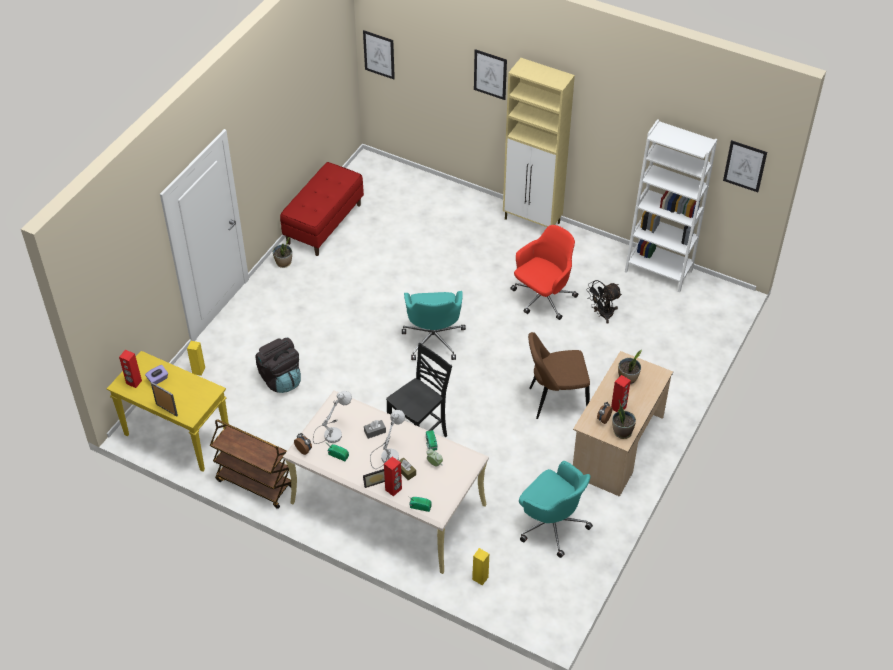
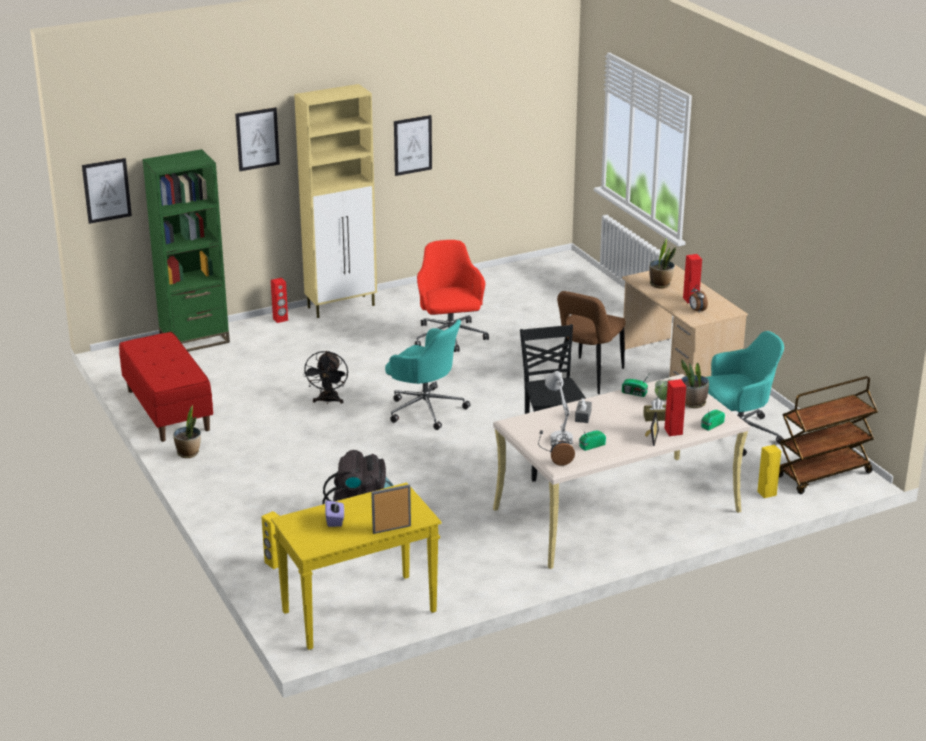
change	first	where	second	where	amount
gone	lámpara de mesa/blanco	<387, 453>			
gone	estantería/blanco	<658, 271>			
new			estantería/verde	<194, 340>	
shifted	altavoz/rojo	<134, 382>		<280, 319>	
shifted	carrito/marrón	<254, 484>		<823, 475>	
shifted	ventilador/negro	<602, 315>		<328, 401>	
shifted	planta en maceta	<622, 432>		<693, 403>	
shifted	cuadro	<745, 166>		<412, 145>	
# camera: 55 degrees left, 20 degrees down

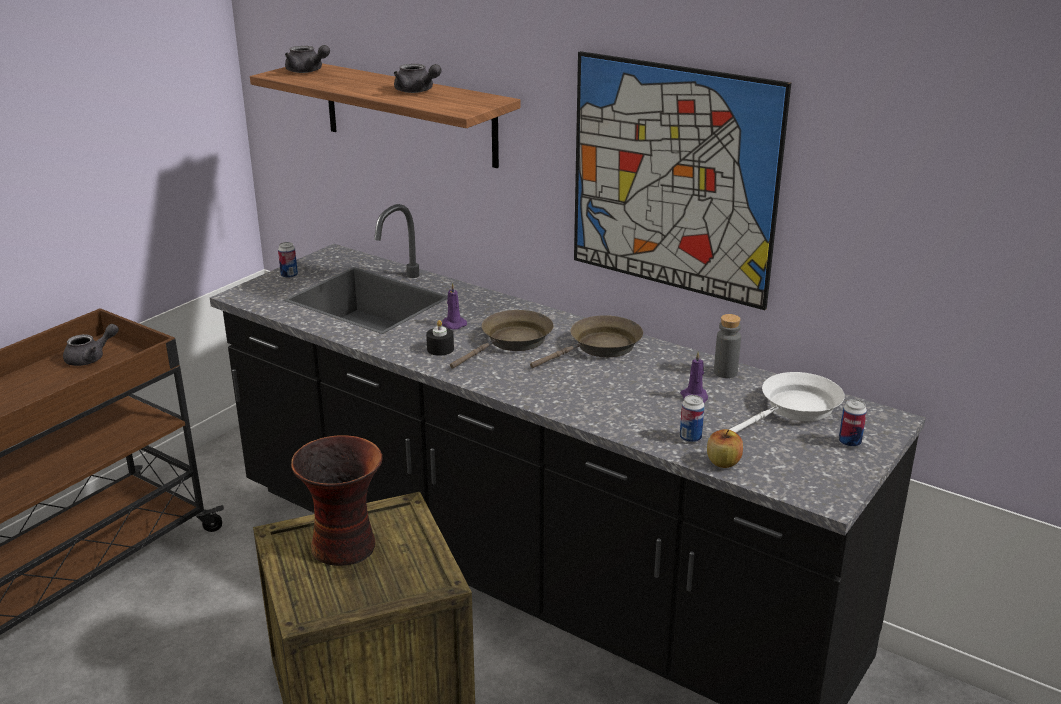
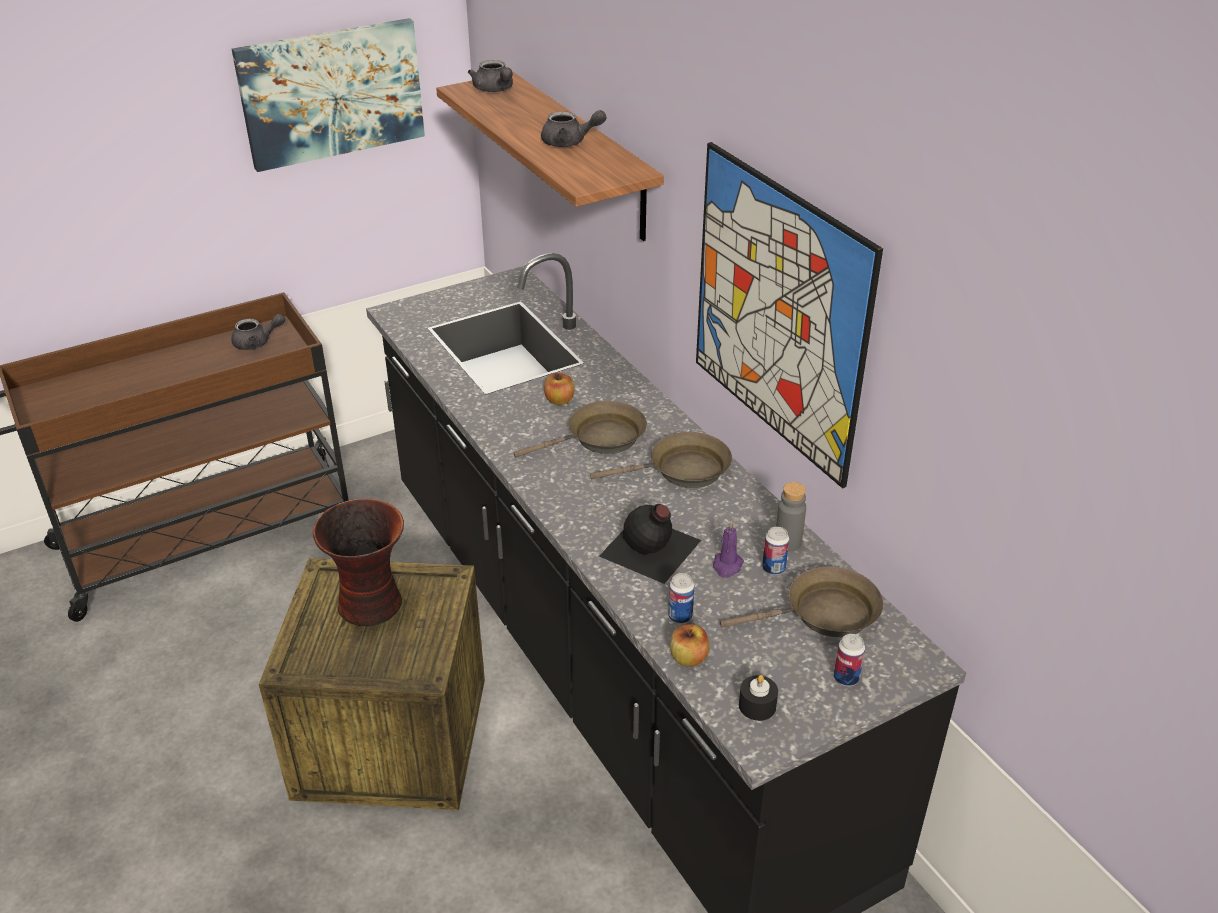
change	first	where	second	where	amount
new			cuadro	<331, 93>	
new			botella/negro	<650, 549>	
shifted	lata	<289, 276>		<773, 568>	
shifted	vela/negro	<440, 349>		<757, 706>	
swapped	vela/morado	<453, 324>	manzana	<559, 400>	
repainted	sartén/blanco	<795, 409>	sartén/marrón	<824, 614>	
rotated	tetera/gris	<417, 91>		<569, 142>	60 degrees counterclockwise
# camera: 25 degrees right, 10 degrees up

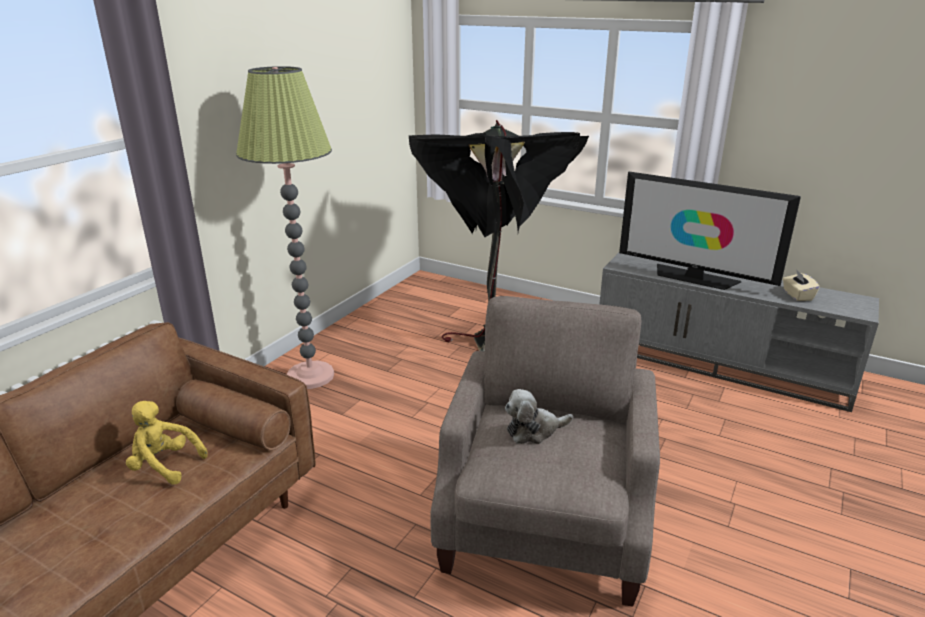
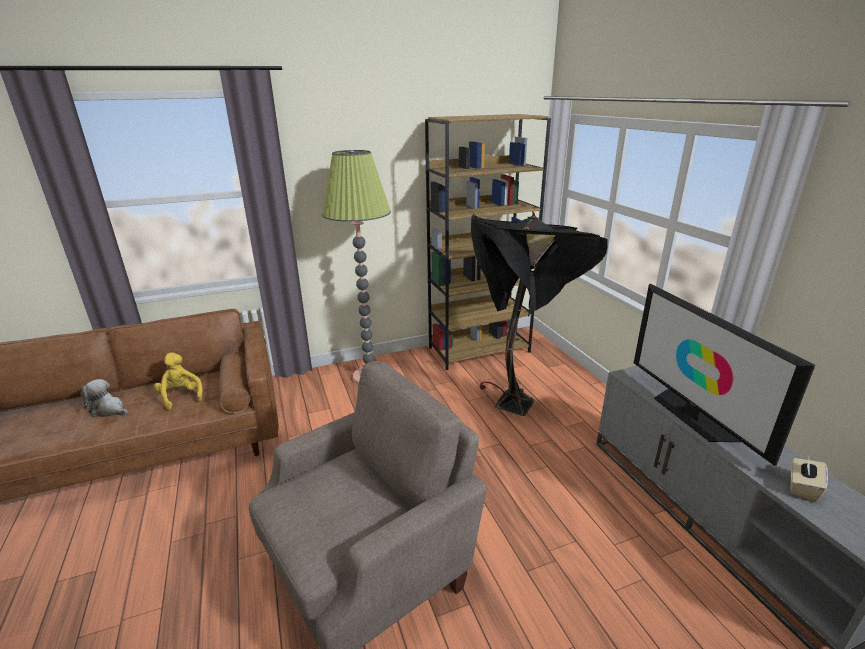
change	first	where	second	where	amount
new			estantería/marrón	<479, 349>	
shifted	peluche	<534, 430>		<108, 410>	
# camera: 40 degrees right, 0 degrees up

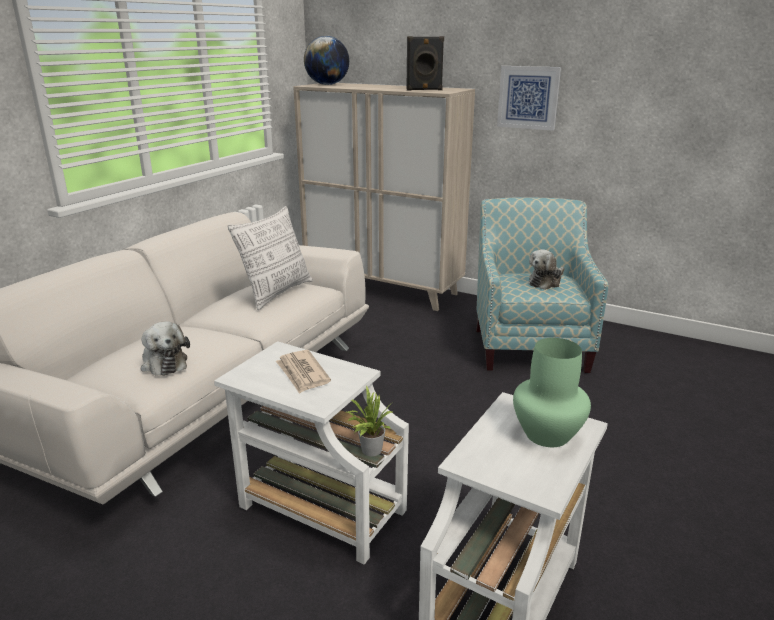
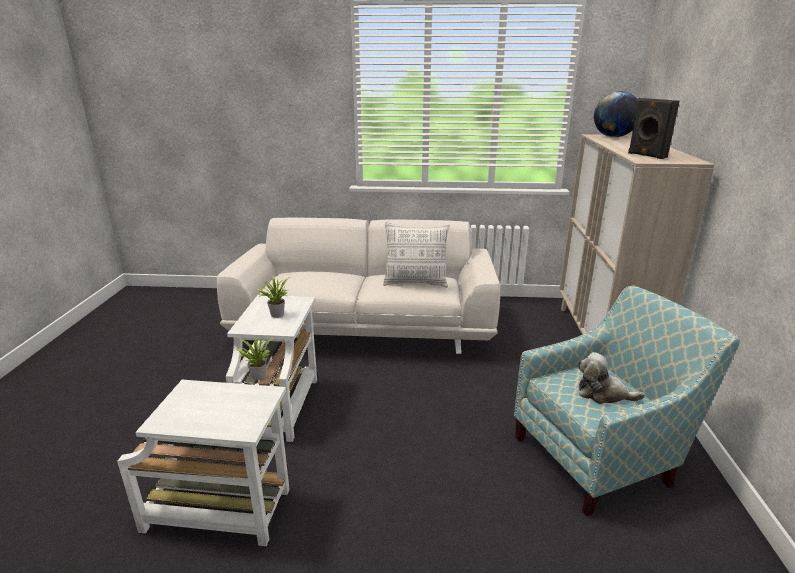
change	first	where	second	where	amount
gone	peluche	<163, 362>			
gone	cuadro	<528, 97>			
gone	florero/verde	<548, 434>			
swapped	periódico	<302, 374>	planta en maceta	<276, 314>	
# camera: 65 degrees right, 0 degrees up

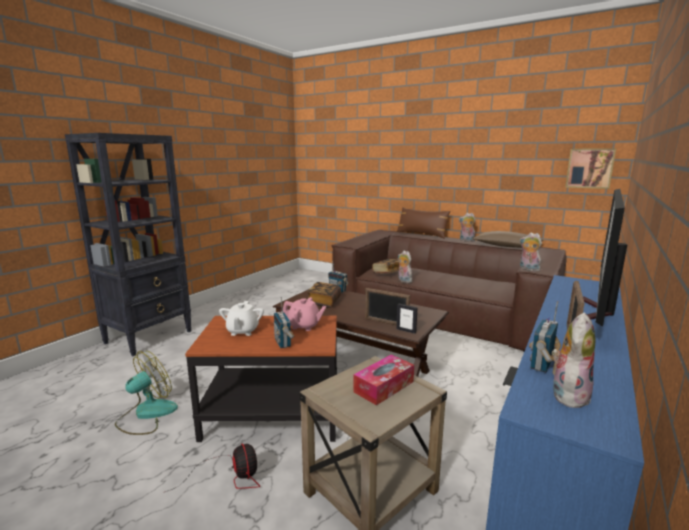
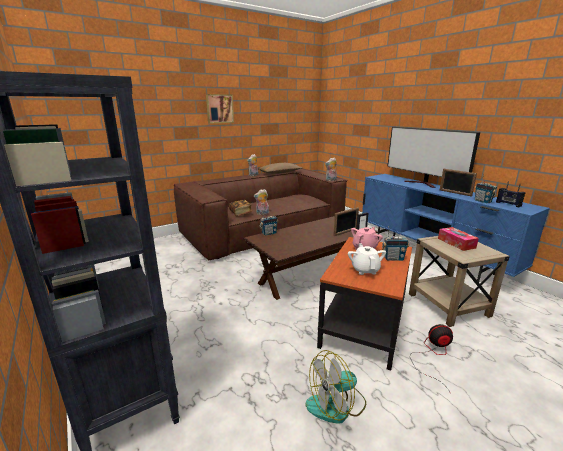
change	first	where	second	where	amount
gone	libro	<324, 302>			
gone	cojín/marrón	<421, 234>			
shifted	cuadro	<589, 168>		<219, 108>	
swapped	peluche	<568, 394>	radio	<508, 204>	
rotated	ventilador	<146, 414>		<336, 405>	90 degrees counterclockwise
rotated	tetera/blanco	<242, 331>		<365, 270>	120 degrees counterclockwise
# camera: 65 degrees left, 5 degrees up

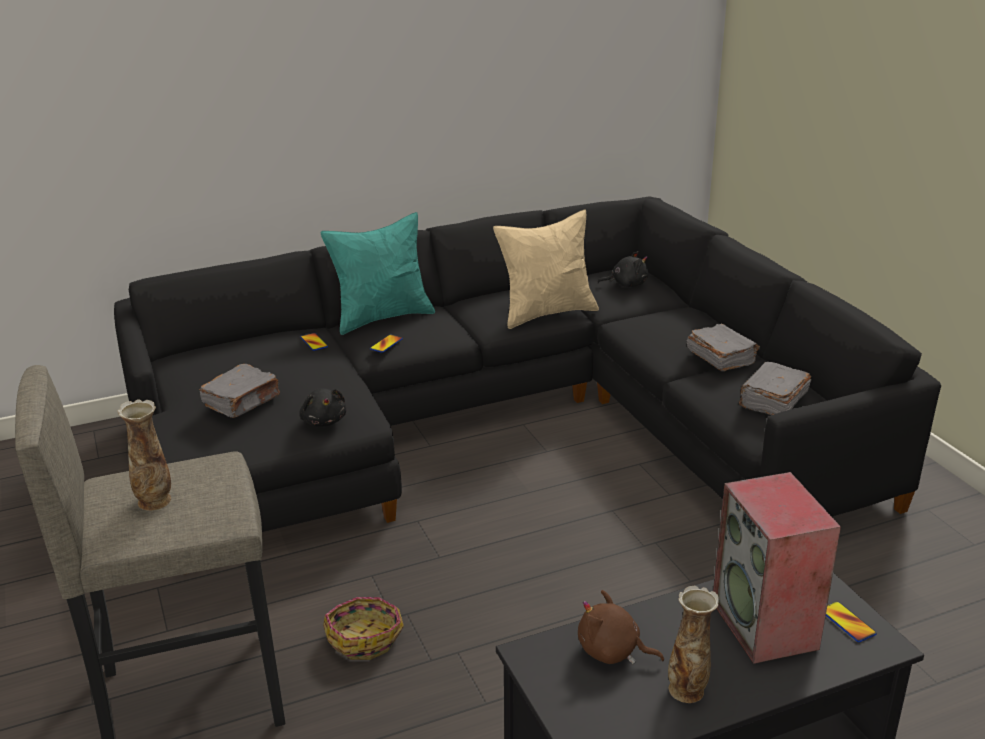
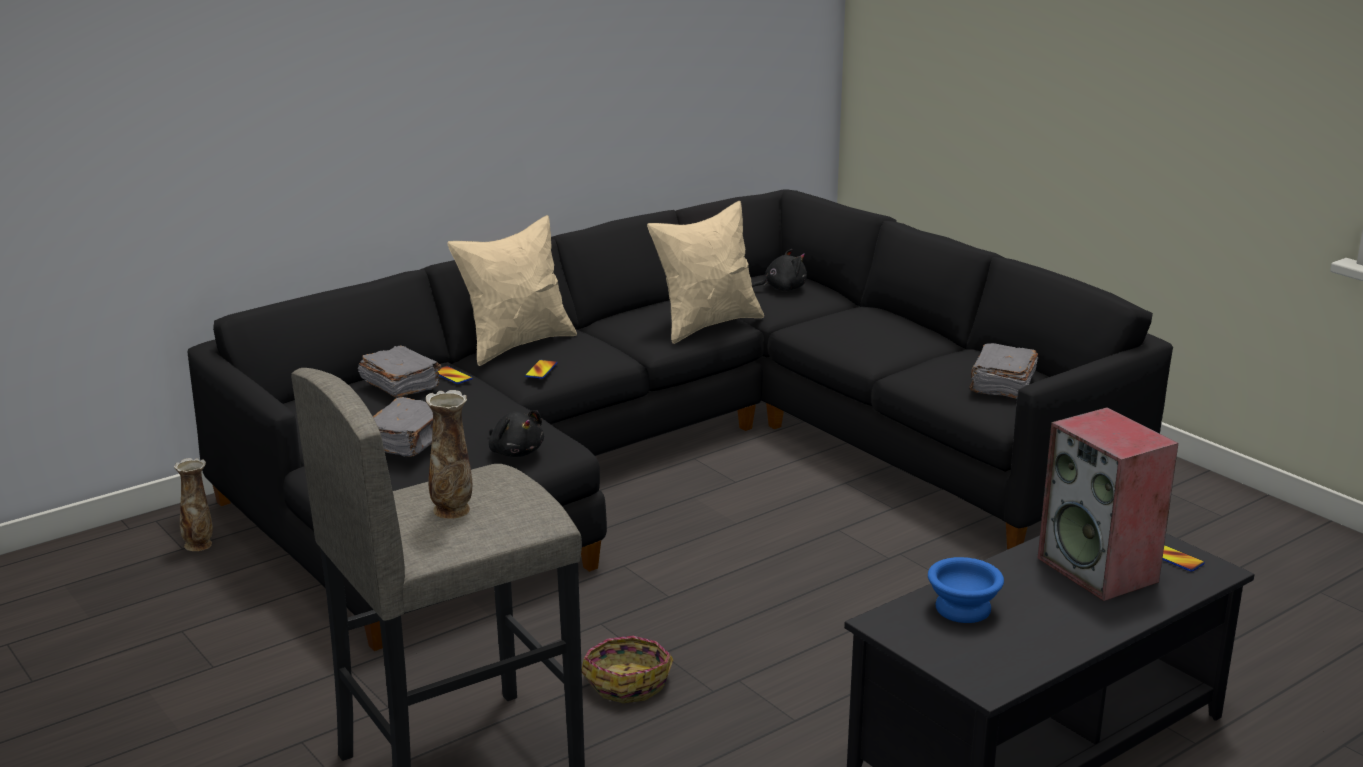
change	first	where	second	where	amount
shifted	florero	<687, 690>		<199, 545>	
shifted	libro/gris	<720, 358>		<400, 385>	
swapped	peluche/marrón	<612, 652>	cuenco/azul	<964, 610>	
repainted	cojín/turquesa	<382, 317>	cojín/beis	<516, 345>	
# camera: 15 degrees left, 5 degrees down

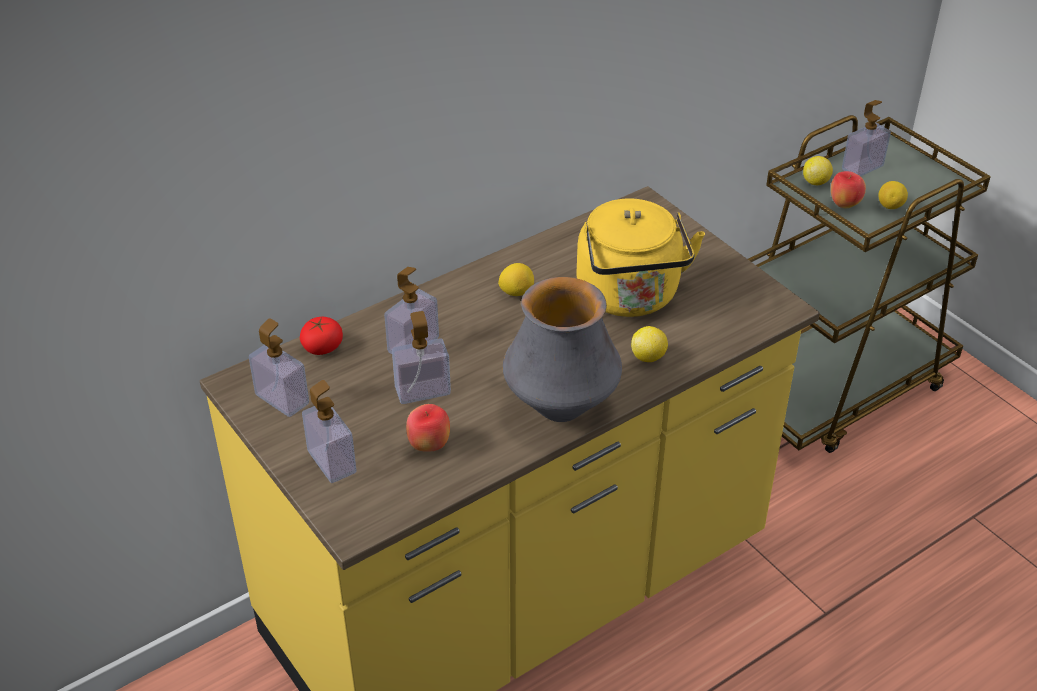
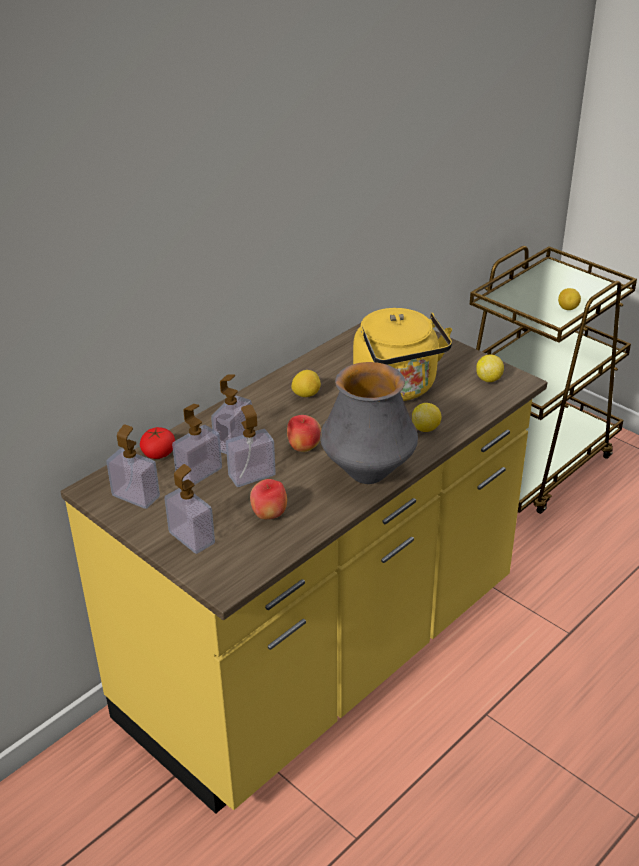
change	first	where	second	where	amount
shifted	limón	<815, 182>		<489, 379>	
shifted	manzana	<844, 205>		<303, 448>	
shifted	dispensador de jabón	<862, 167>		<199, 473>	
# camera: 10 degrees left, 5 degrees down

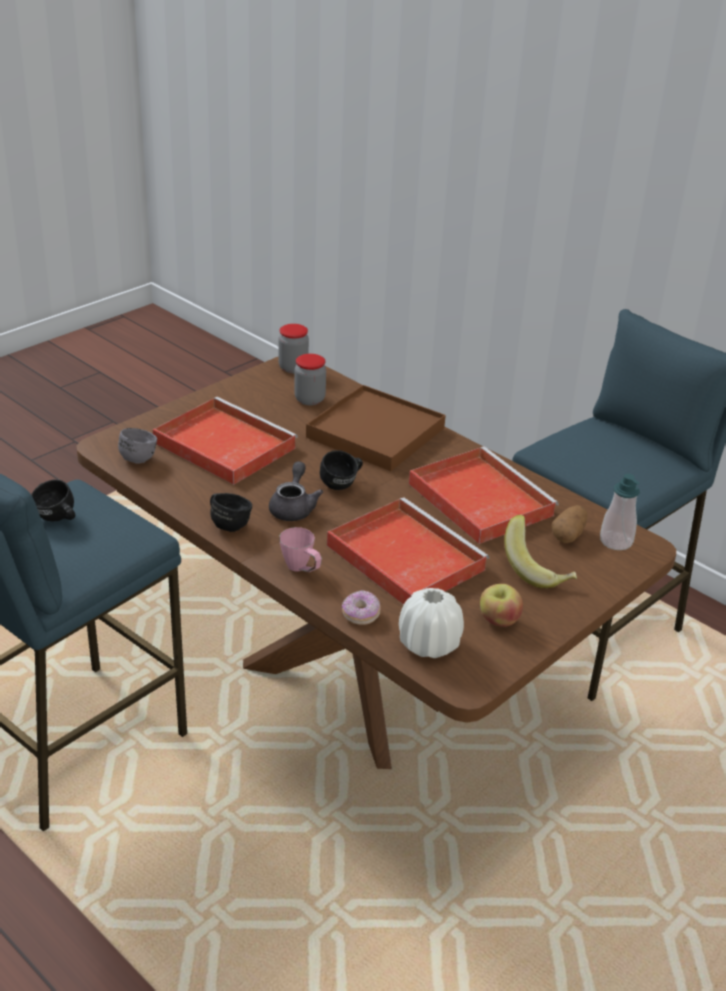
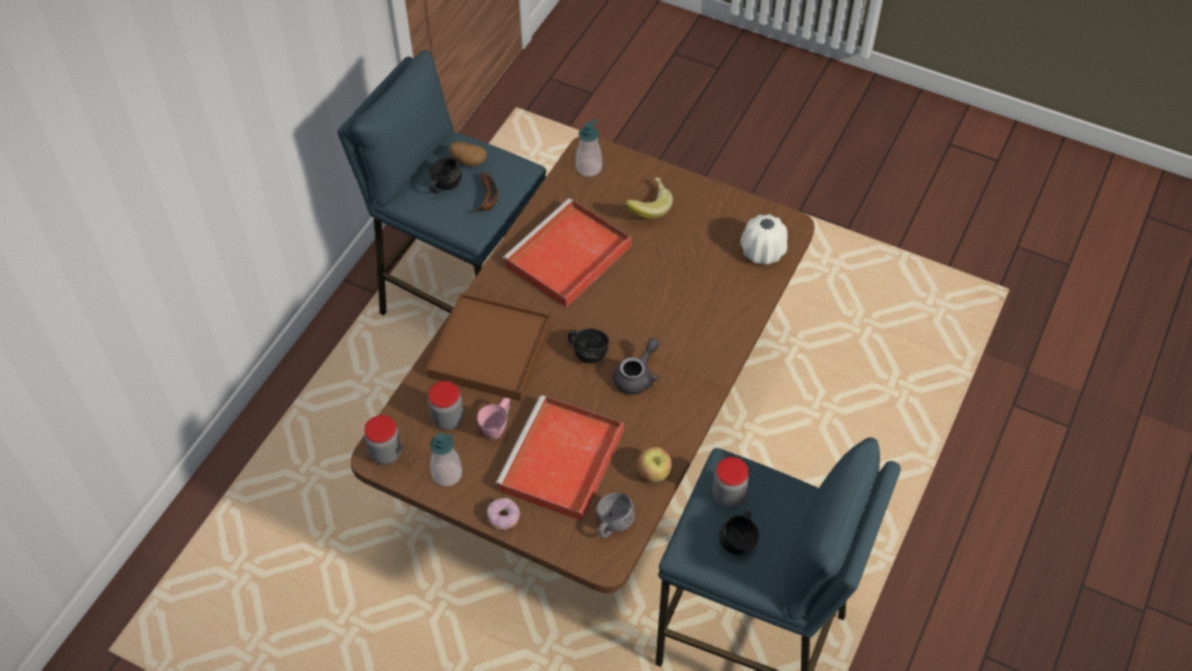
change	first	where	second	where	amount
gone	bandeja/rojo	<402, 556>			
new			dispensador de jabón	<447, 474>	
new			plátano	<487, 198>	
new			tarro	<728, 495>	
shifted	taza grande/negro	<229, 523>		<443, 186>	
shifted	taza grande/rosa	<302, 570>		<498, 427>	
shifted	rosquilla	<360, 615>		<503, 517>	
shifted	manzana	<498, 620>		<654, 473>	
shifted	patata	<568, 535>		<468, 161>	
rotated	tetera/gris	<293, 507>		<637, 376>	135 degrees clockwise
# camera: 105 degrees left, 20 degrees up

